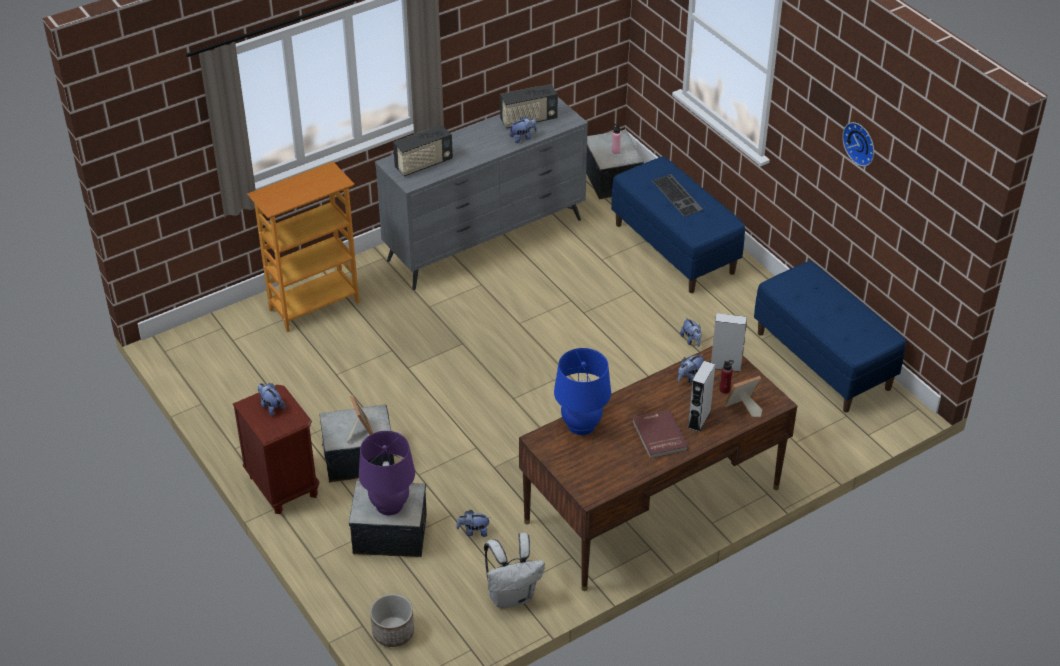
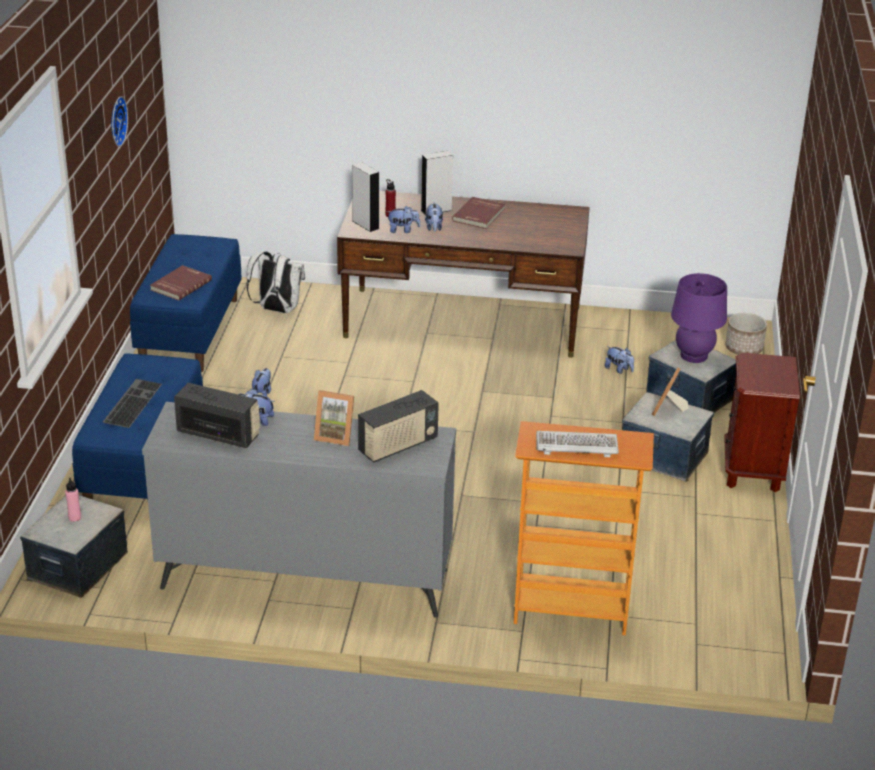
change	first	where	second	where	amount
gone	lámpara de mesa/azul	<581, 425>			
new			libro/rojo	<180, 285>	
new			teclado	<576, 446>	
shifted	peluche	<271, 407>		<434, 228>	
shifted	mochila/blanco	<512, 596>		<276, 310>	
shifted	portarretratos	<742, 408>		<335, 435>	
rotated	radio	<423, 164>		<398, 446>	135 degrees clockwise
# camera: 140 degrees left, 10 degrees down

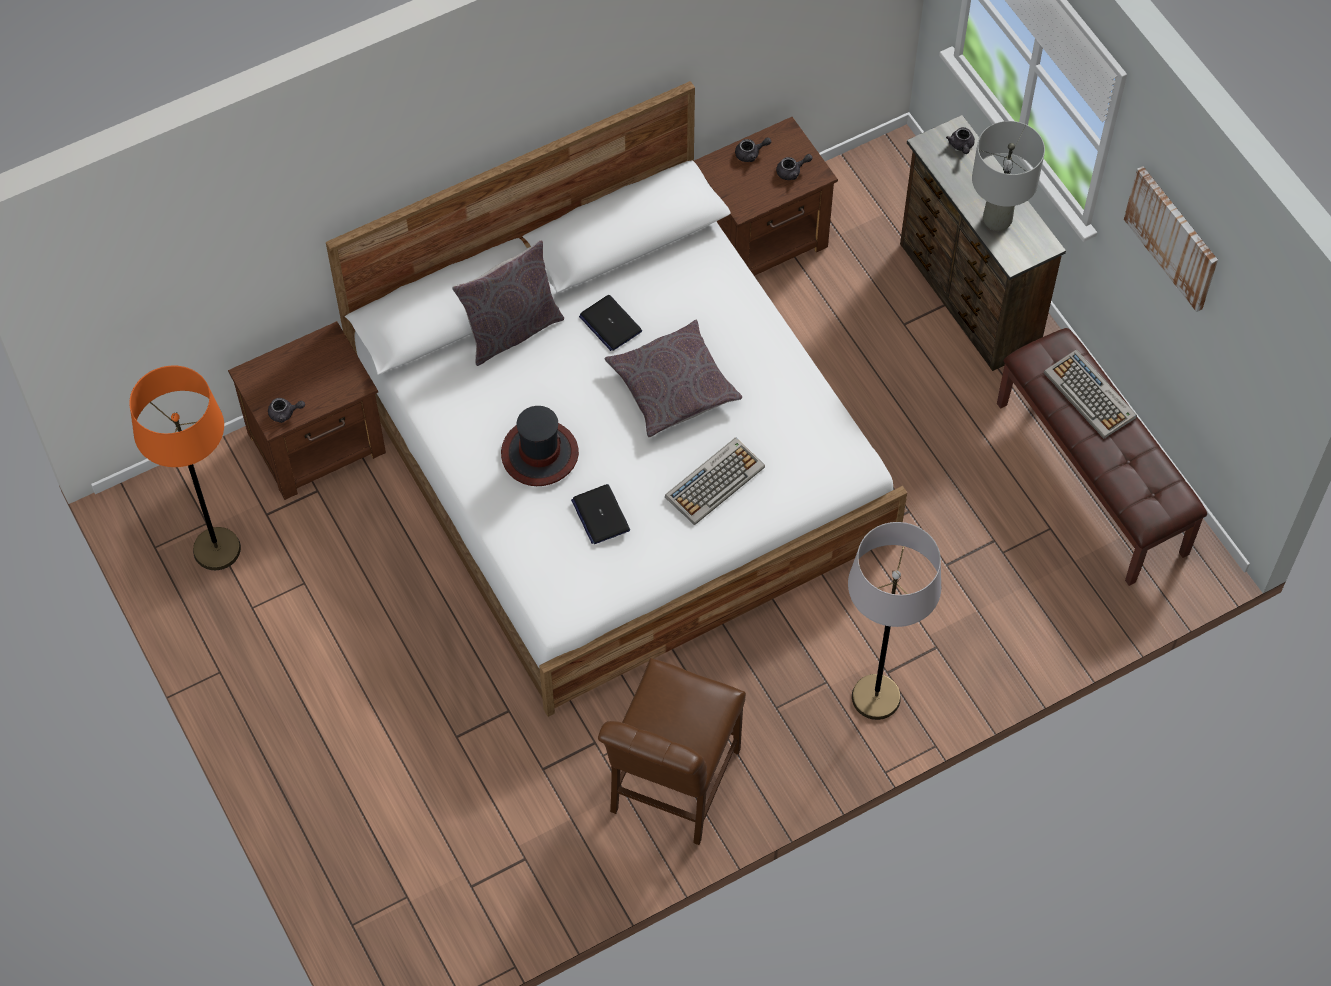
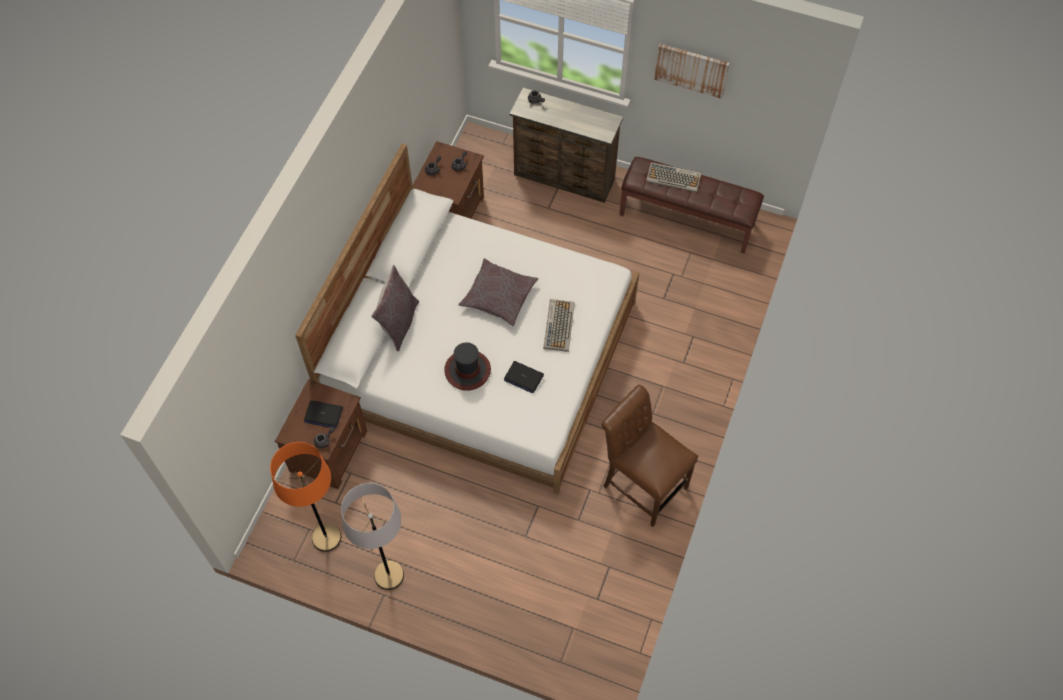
change	first	where	second	where	amount
gone	lámpara de mesa/gris	<998, 220>			
shifted	portátil	<610, 324>		<323, 414>	
shifted	lámpara de pie/gris	<875, 697>		<389, 575>	
rotated	silla/marrón	<670, 787>		<641, 483>	150 degrees clockwise
# camera: 40 degrees left, 0 degrees up

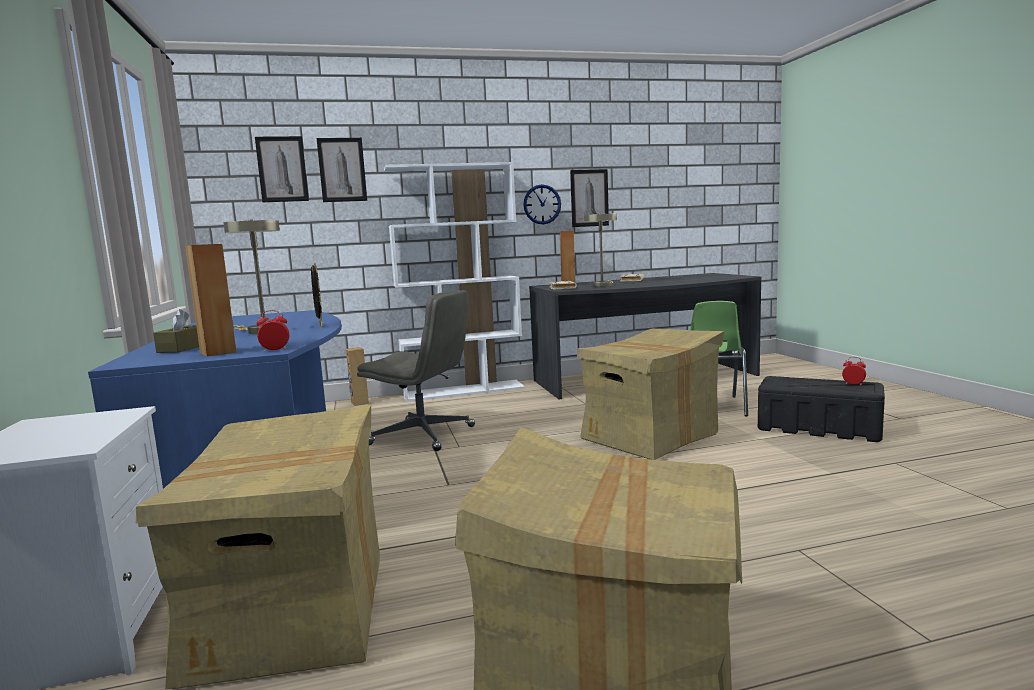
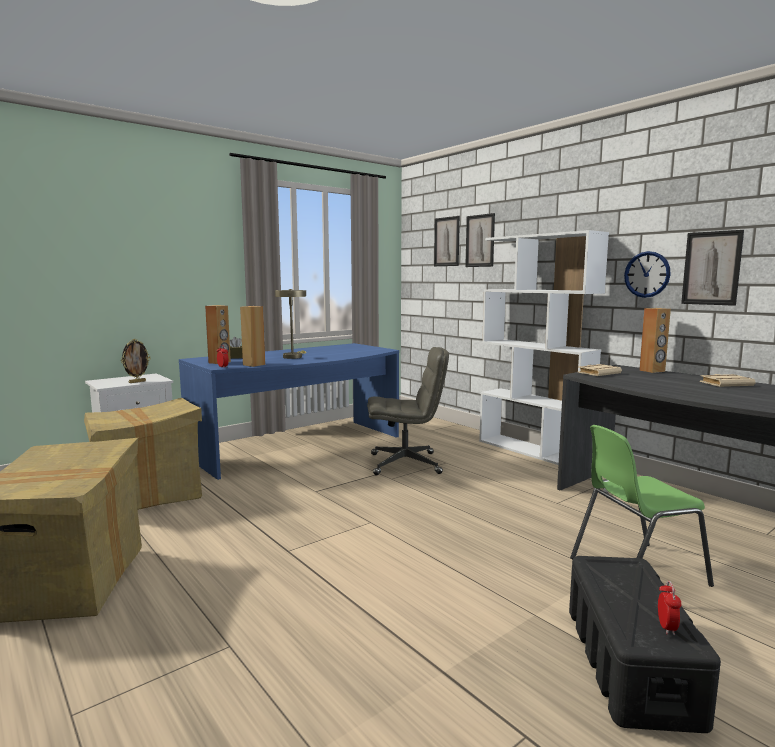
change	first	where	second	where	amount
gone	caja de cartón	<650, 437>			
gone	lámpara de mesa/beis	<602, 285>			
shifted	portarretratos	<320, 326>		<137, 382>	
shifted	altavoz/marrón	<359, 403>		<254, 364>	
rotated	silla de oficina/gris	<423, 435>		<406, 464>	90 degrees counterclockwise
# camera: 65 degrees right, 0 degrees up

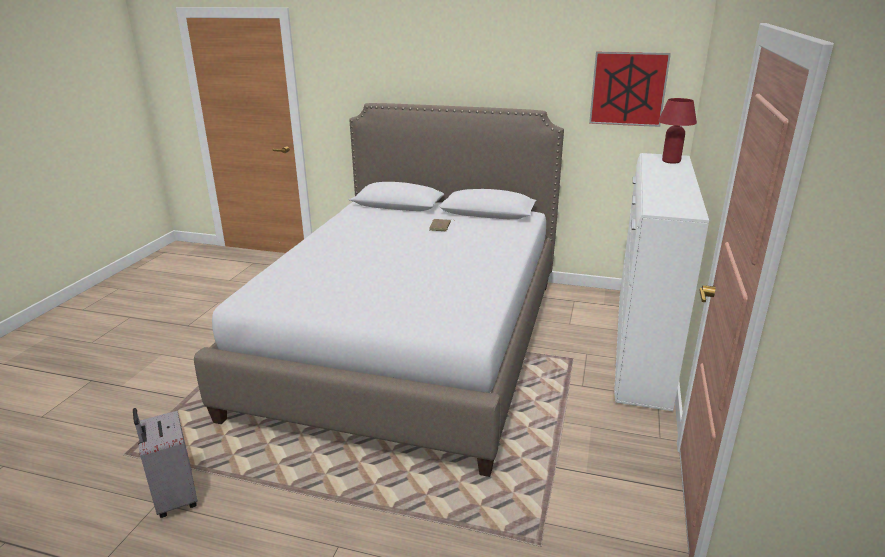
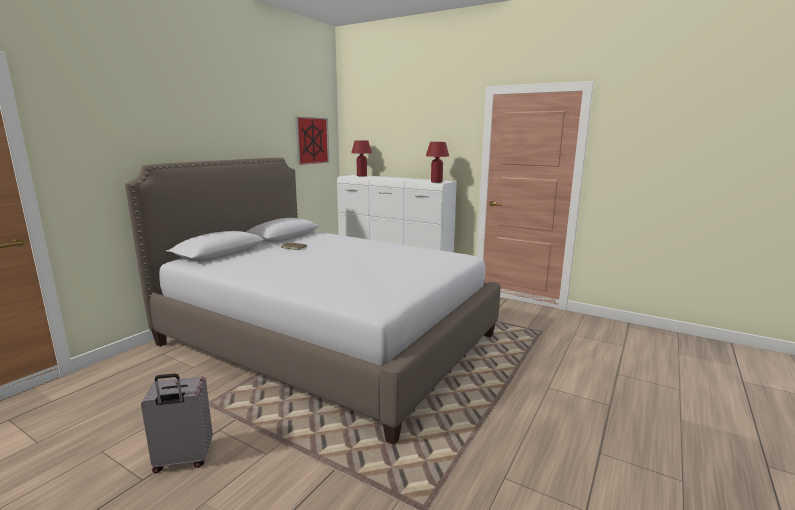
change	first	where	second	where	amount
new			lámpara de mesa/rojo	<436, 182>	
shifted	maleta/gris	<174, 499>		<183, 460>	
# camera: 75 degrees left, 10 degrees down

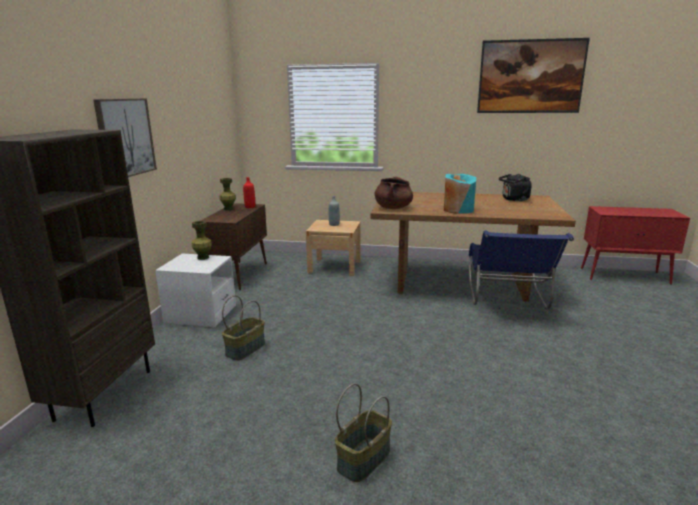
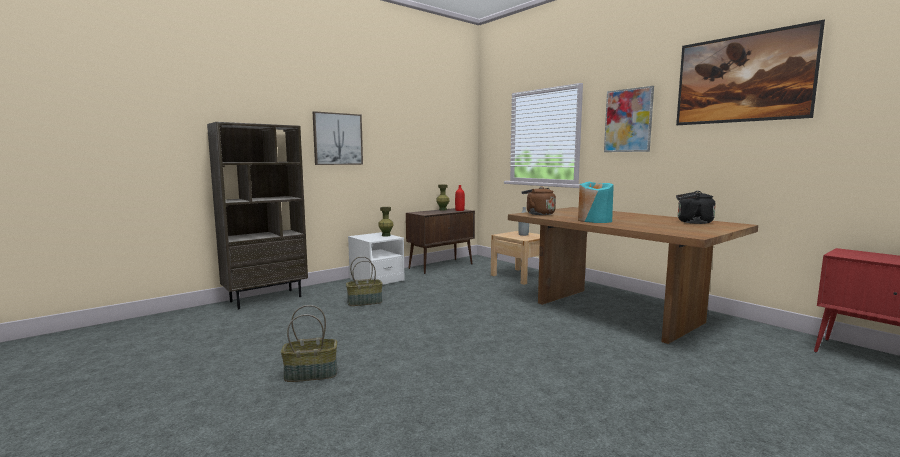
change	first	where	second	where	amount
gone	silla/azul	<507, 300>			
new			cuadro	<628, 120>	
swapped	olla/marrón	<393, 208>	hervidor/marrón	<538, 214>	
# camera: 40 degrees right, 10 degrees down

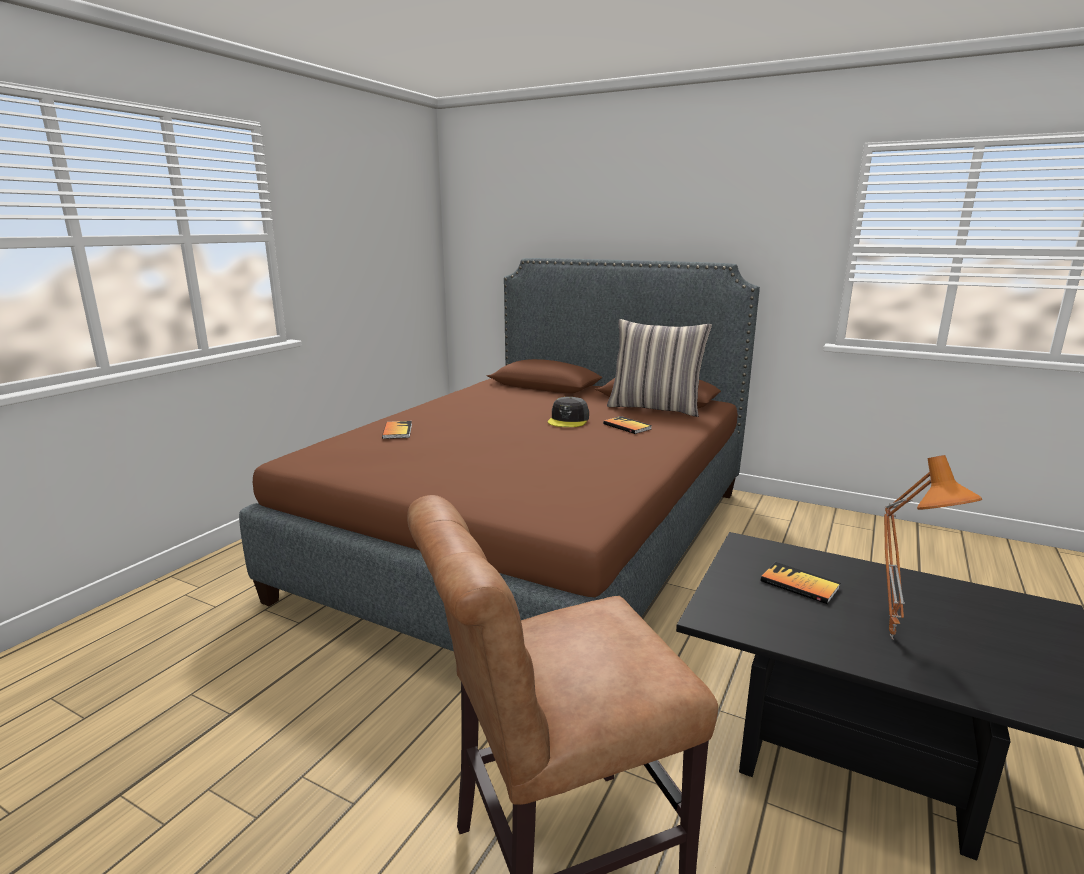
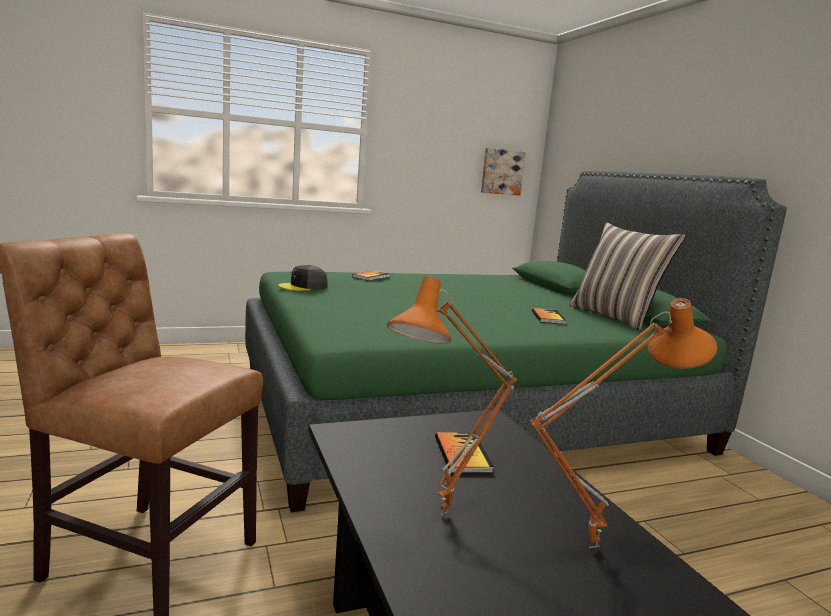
change	first	where	second	where	amount
new			cuadro	<502, 172>	
new			lámpara de mesa/naranja	<591, 544>	
shifted	gorra/gris	<568, 420>		<303, 286>	
repainted	cama/marrón	<535, 539>	cama/verde	<466, 408>	
# camera: 40 degrees right, 5 degrees down

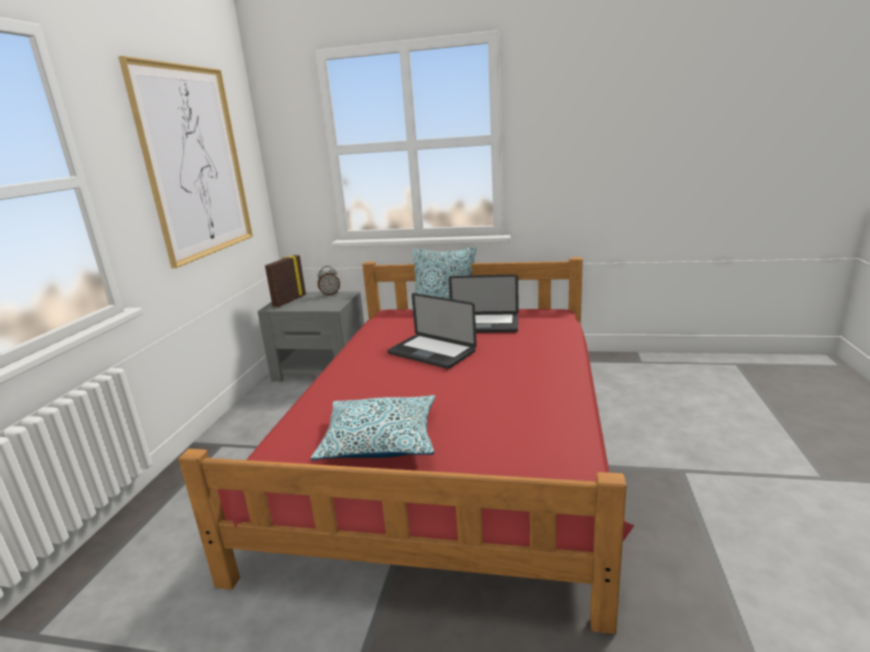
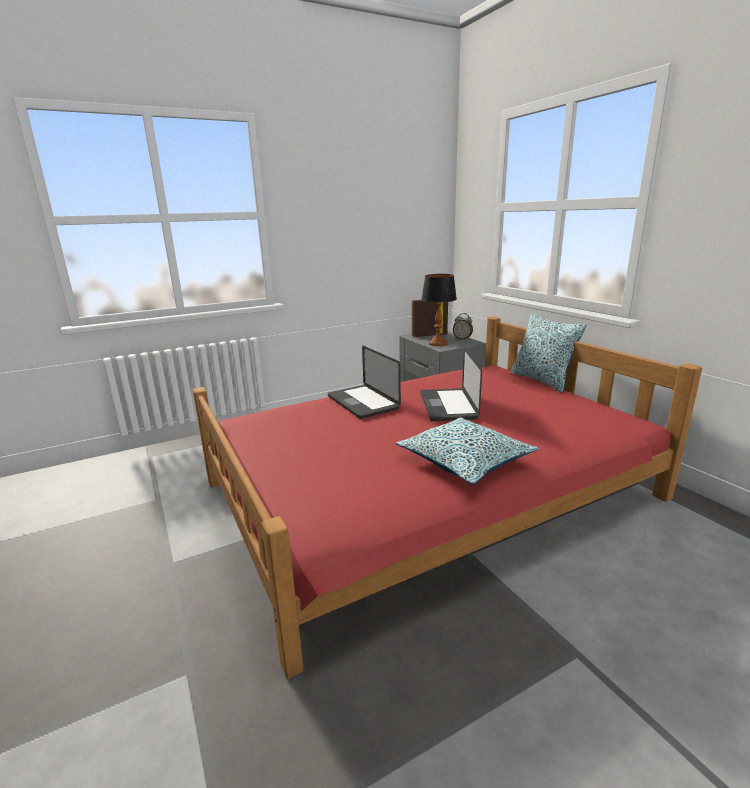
change	first	where	second	where	amount
gone	cuadro	<195, 163>			
new			lámpara de mesa	<438, 343>	
shifted	cojín	<380, 440>		<465, 461>	
shifted	portátil	<483, 325>		<362, 402>	
# camera: 50 degrees right, 0 degrees up

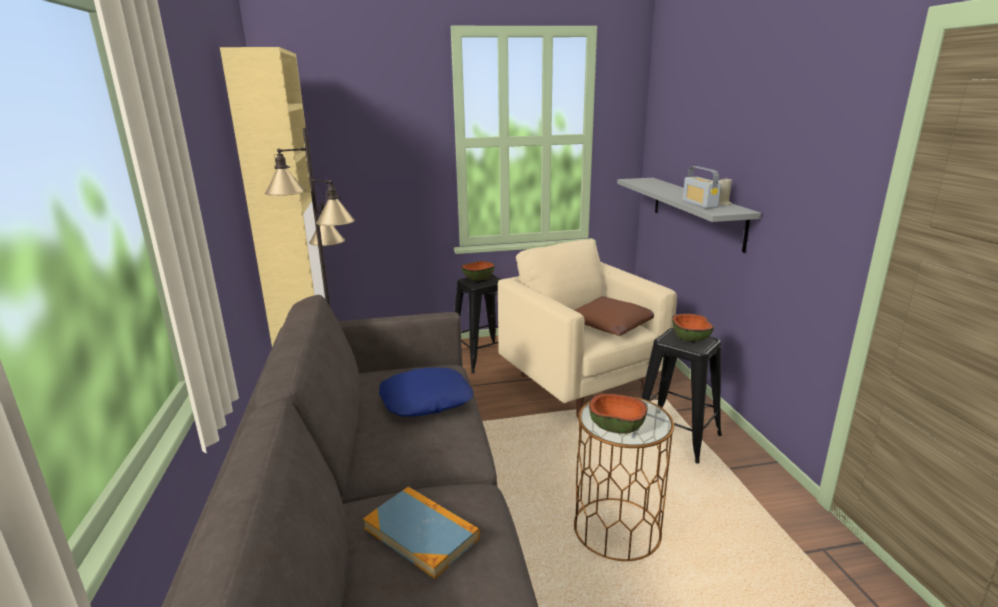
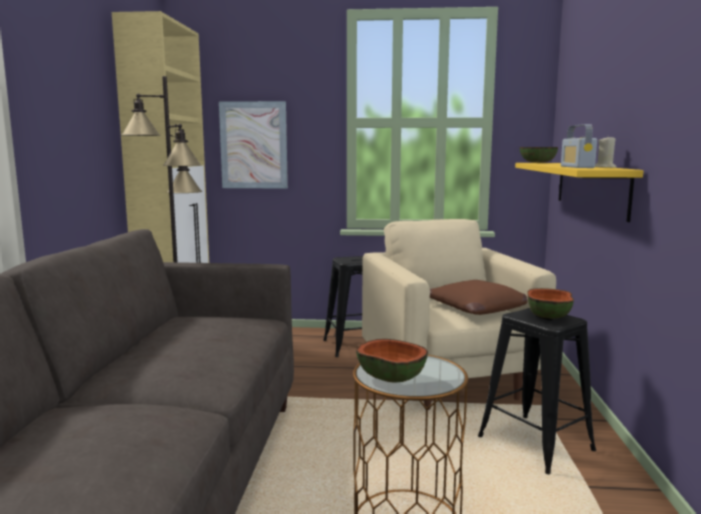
change	first	where	second	where	amount
gone	libro	<421, 533>			
gone	cojín/azul	<426, 400>			
new			cuadro	<253, 145>	
shifted	cuenco	<478, 278>		<537, 162>	
repainted	estante/gris	<696, 211>	estante/amarillo	<590, 187>	
# camera: 15 degrees right, 10 degrees down

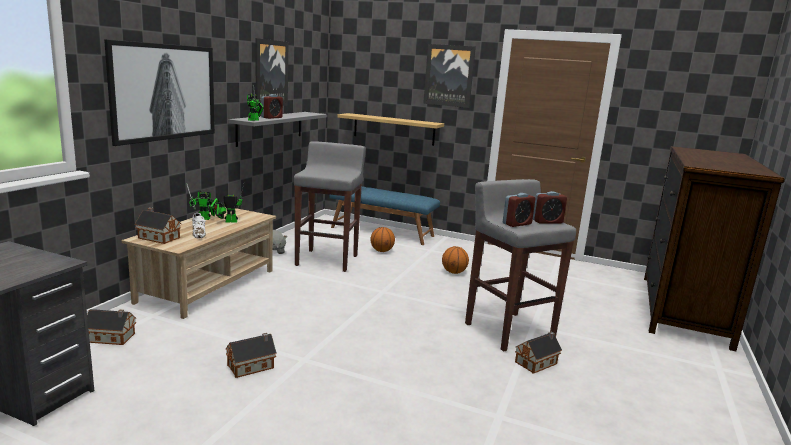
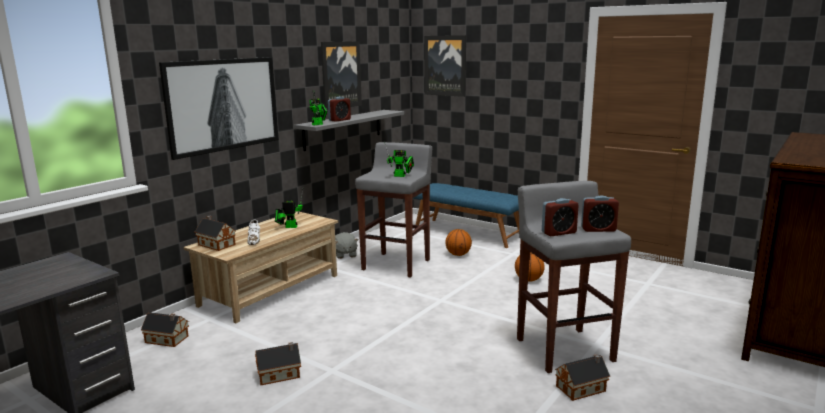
change	first	where	second	where	amount
gone	estante	<393, 129>			
shifted	robot de juguete	<206, 219>		<401, 176>	
shifted	cuadro	<449, 75>		<445, 65>	
# camera: 15 degrees right, 0 degrees up

